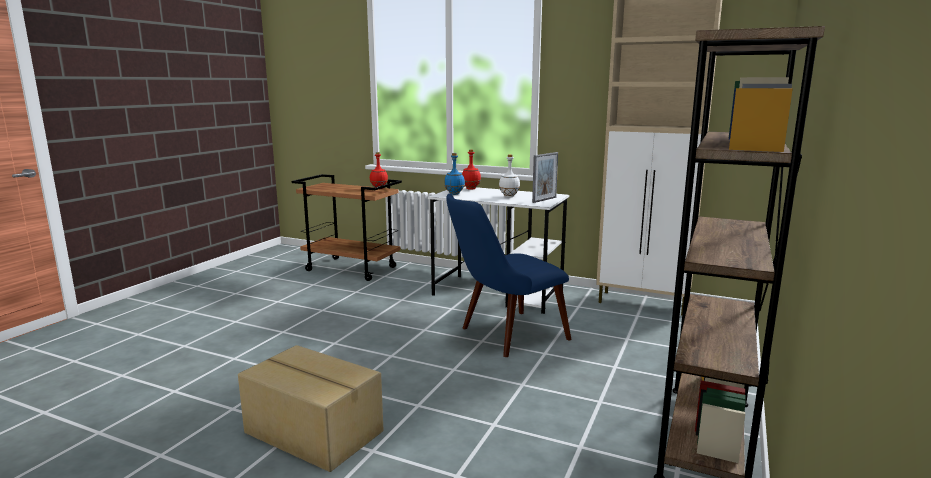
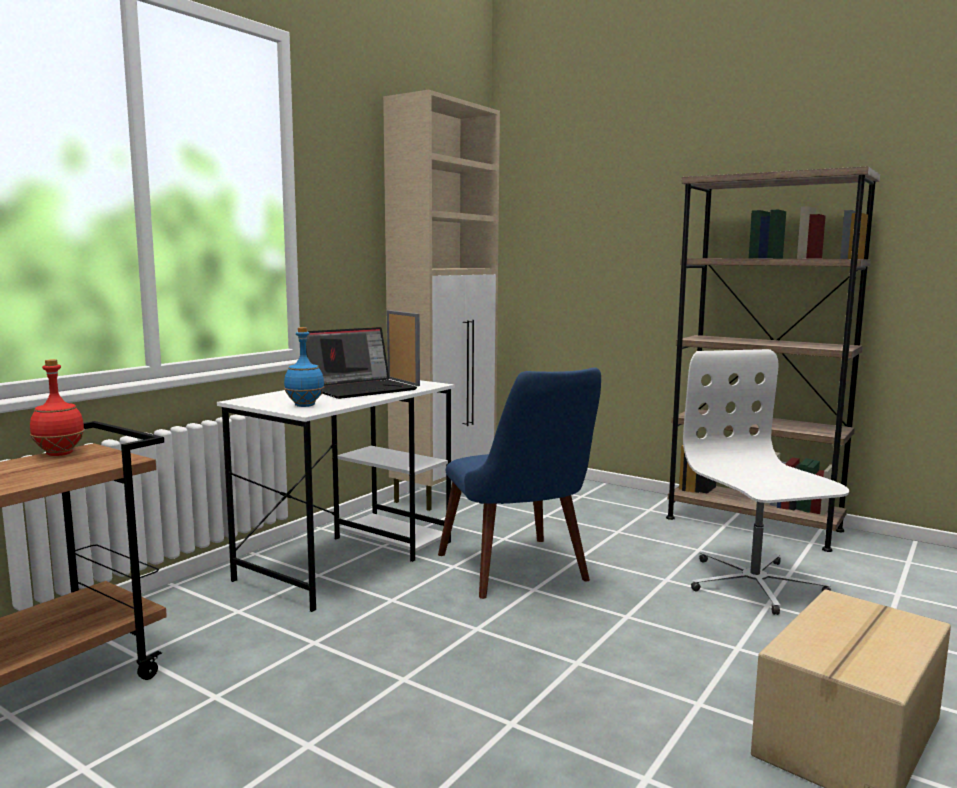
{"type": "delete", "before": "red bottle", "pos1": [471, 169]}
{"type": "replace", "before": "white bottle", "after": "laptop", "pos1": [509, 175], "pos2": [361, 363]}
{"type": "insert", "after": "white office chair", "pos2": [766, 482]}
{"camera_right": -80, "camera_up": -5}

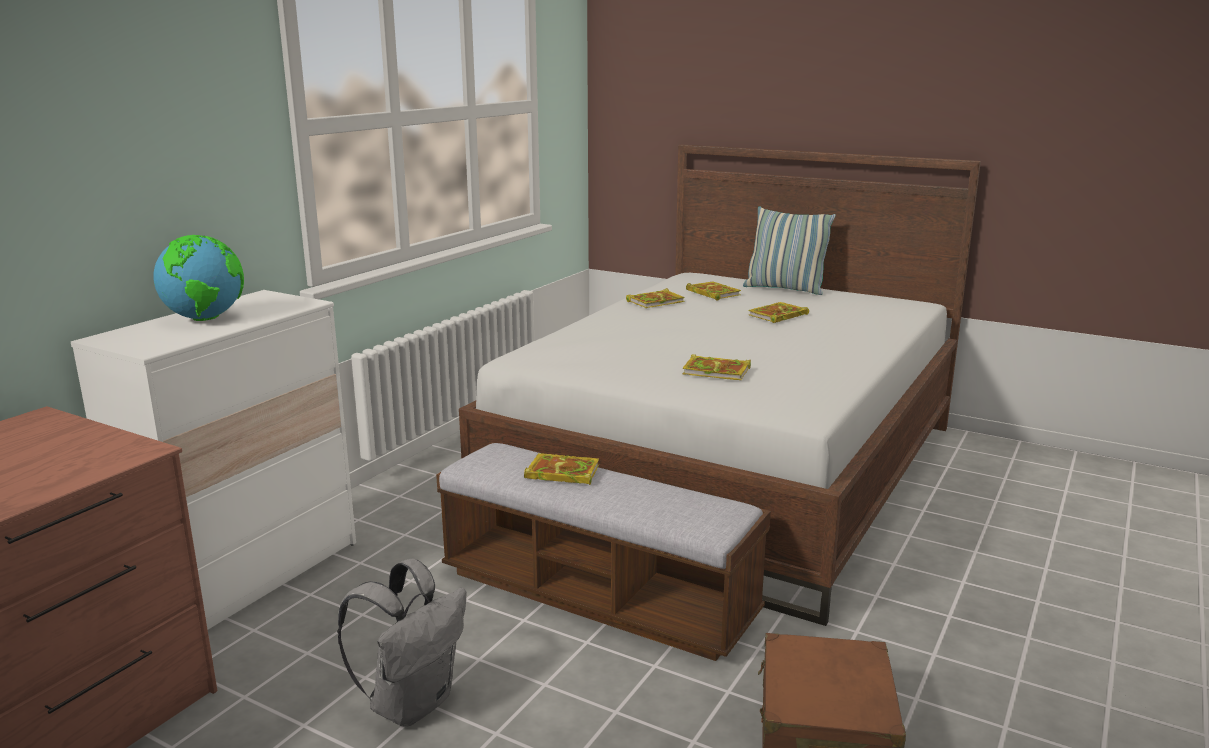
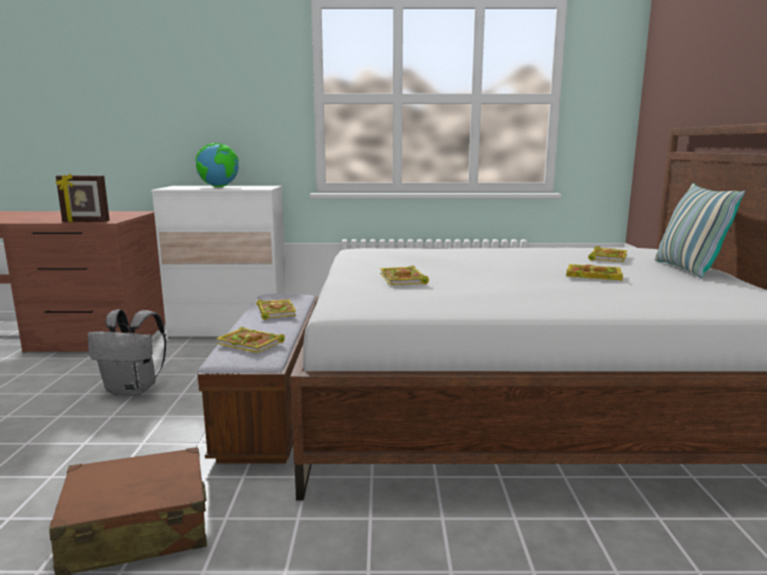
{"type": "move", "before": "book", "pos1": [655, 298], "pos2": [250, 340]}
{"type": "insert", "after": "picture frame", "pos2": [83, 198]}
{"camera_right": 60, "camera_up": -5}

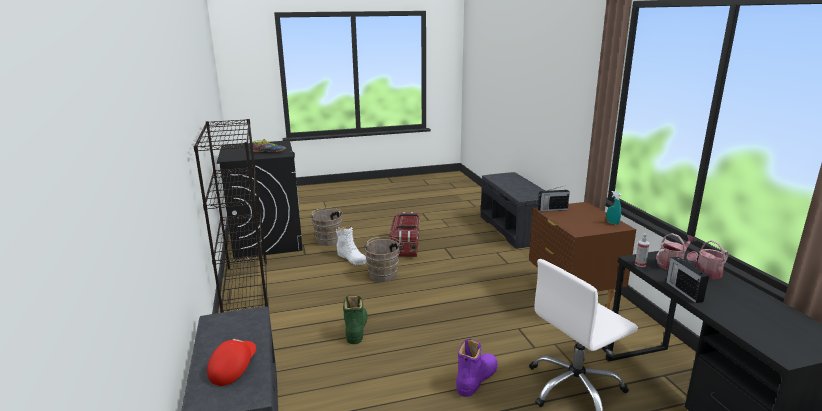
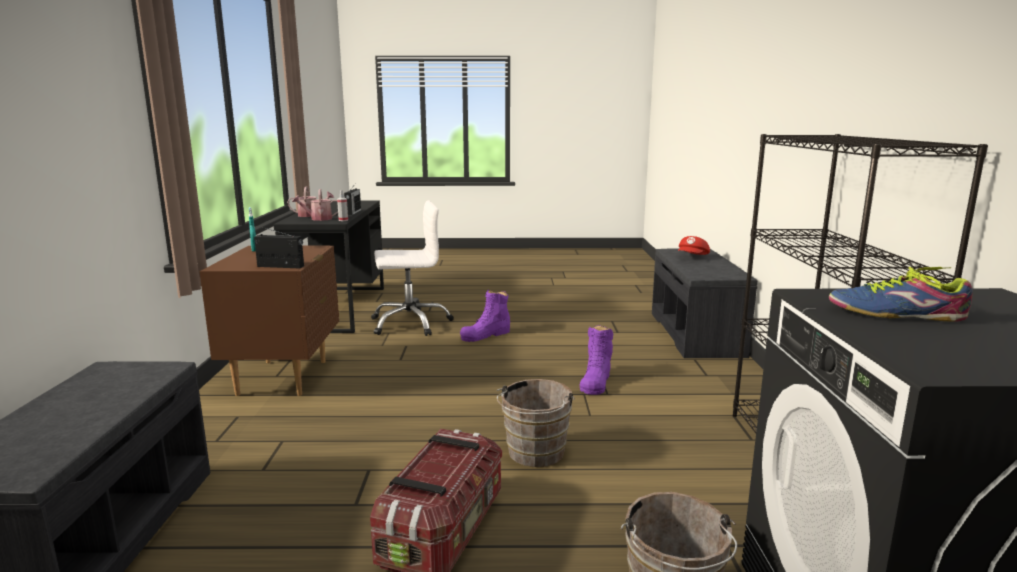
{"type": "delete", "before": "white boot", "pos1": [351, 245]}
{"type": "recolor", "before": "green boot", "after": "purple boot", "pos1": [355, 319], "pos2": [596, 360]}
{"camera_right": -165, "camera_up": -5}

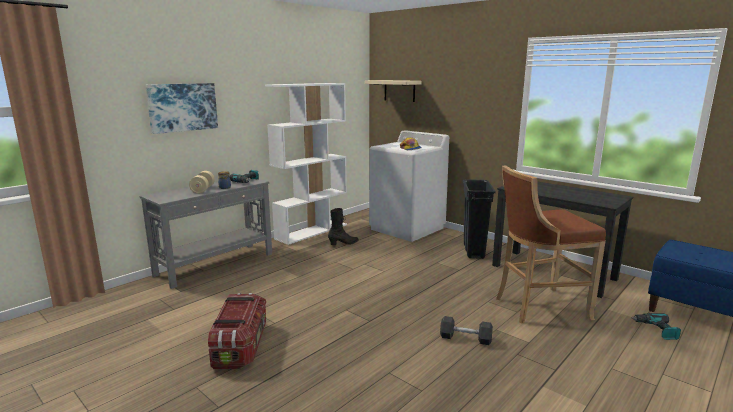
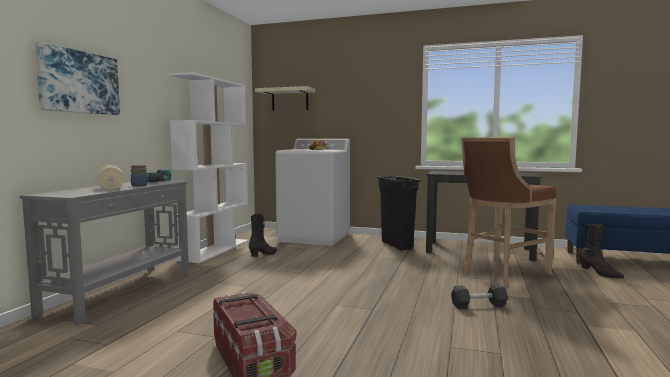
{"type": "replace", "before": "power drill", "after": "black boot", "pos1": [656, 326], "pos2": [601, 251]}
{"camera_right": -25, "camera_up": -10}

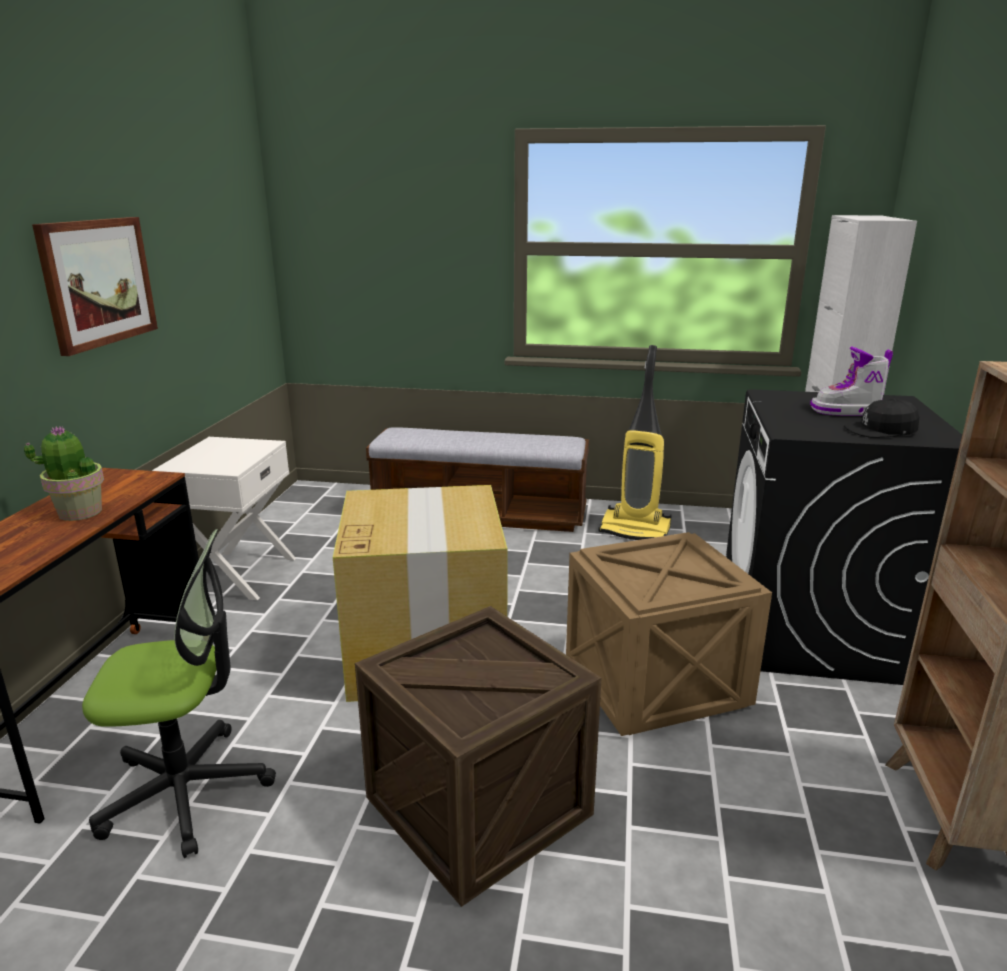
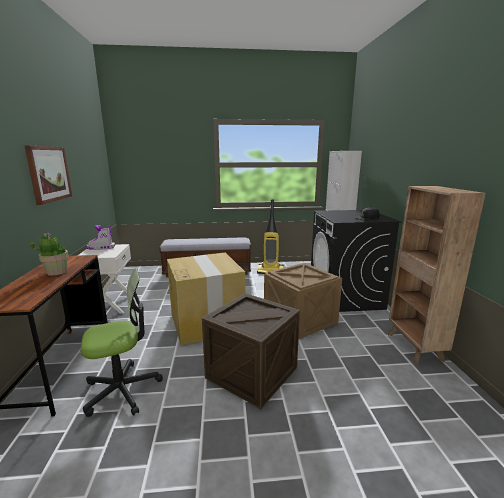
{"type": "move", "before": "boot", "pos1": [851, 381], "pos2": [100, 237]}
{"camera_right": -15, "camera_up": -5}

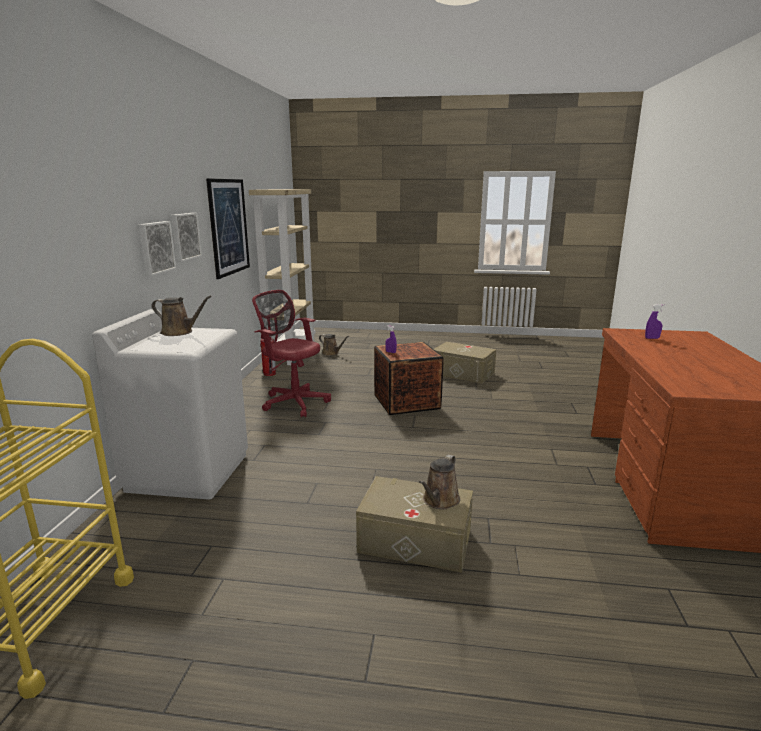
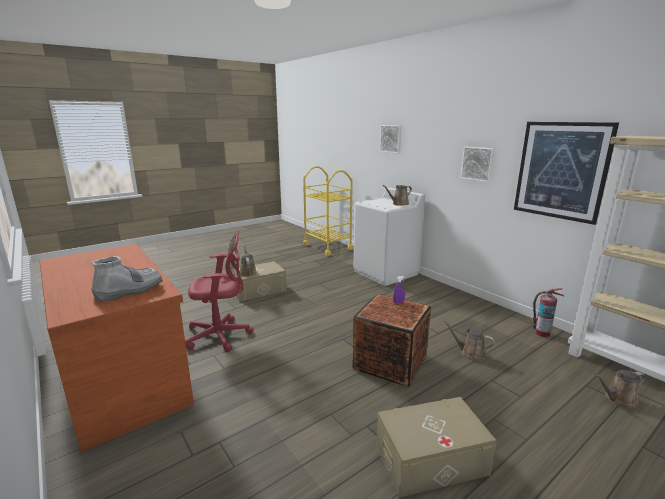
{"type": "move", "before": "picture", "pos1": [157, 248], "pos2": [391, 139]}
{"type": "move", "before": "red office chair", "pos1": [291, 353], "pos2": [219, 291]}
{"type": "replace", "before": "purple spray bottle", "after": "grey boot", "pos1": [654, 321], "pos2": [127, 279]}
{"type": "insert", "after": "brown watering can", "pos2": [469, 340]}
{"camera_right": 135, "camera_up": 0}

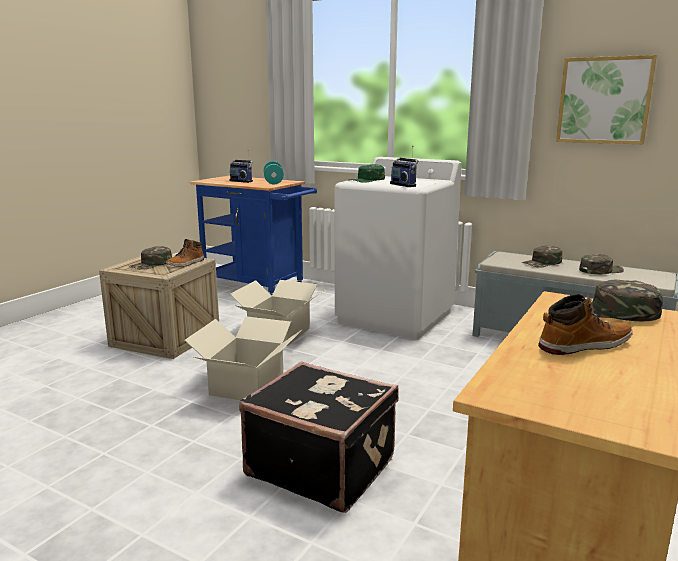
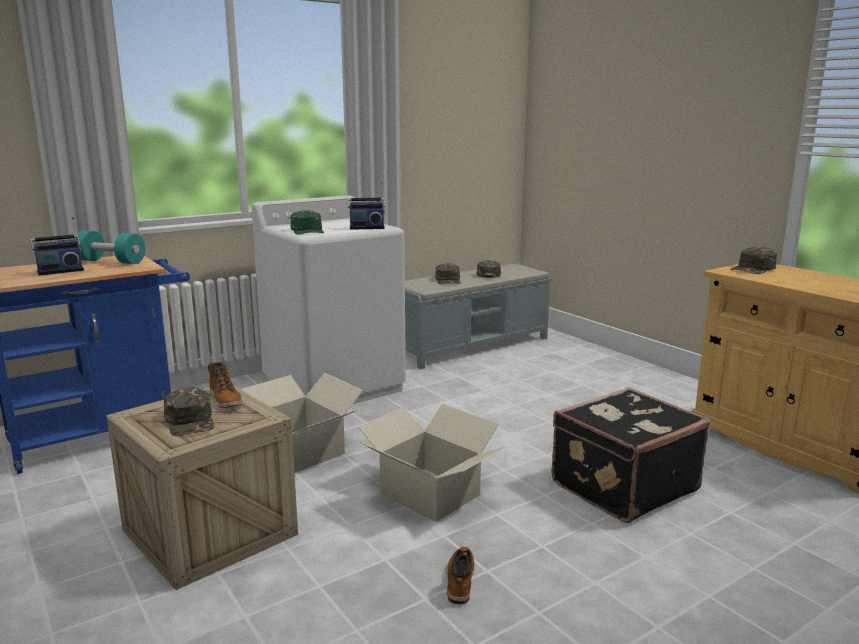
{"type": "move", "before": "boot", "pos1": [585, 324], "pos2": [460, 576]}
{"type": "delete", "before": "picture", "pos1": [606, 99]}
{"camera_right": -65, "camera_up": 0}

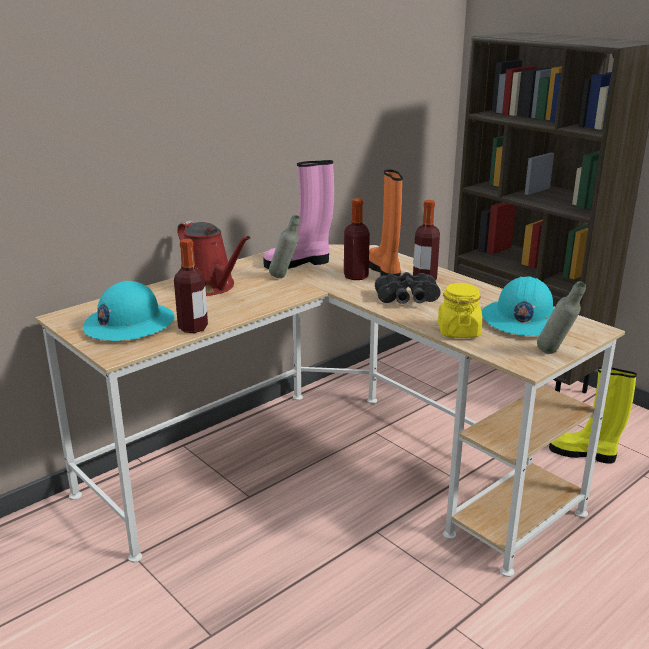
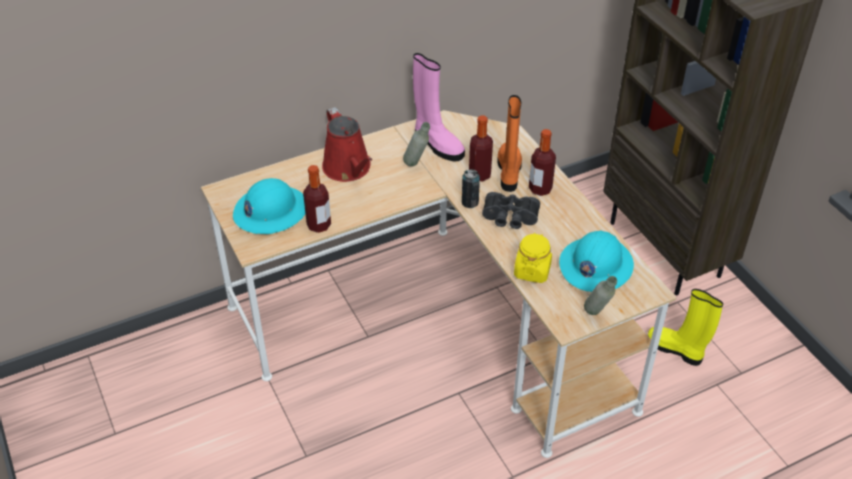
{"type": "rotate", "before": "pink boot", "pos1": [298, 214], "pos2": [439, 107], "turn": -135}
{"type": "insert", "after": "can", "pos2": [471, 188]}
{"camera_right": 15, "camera_up": 20}

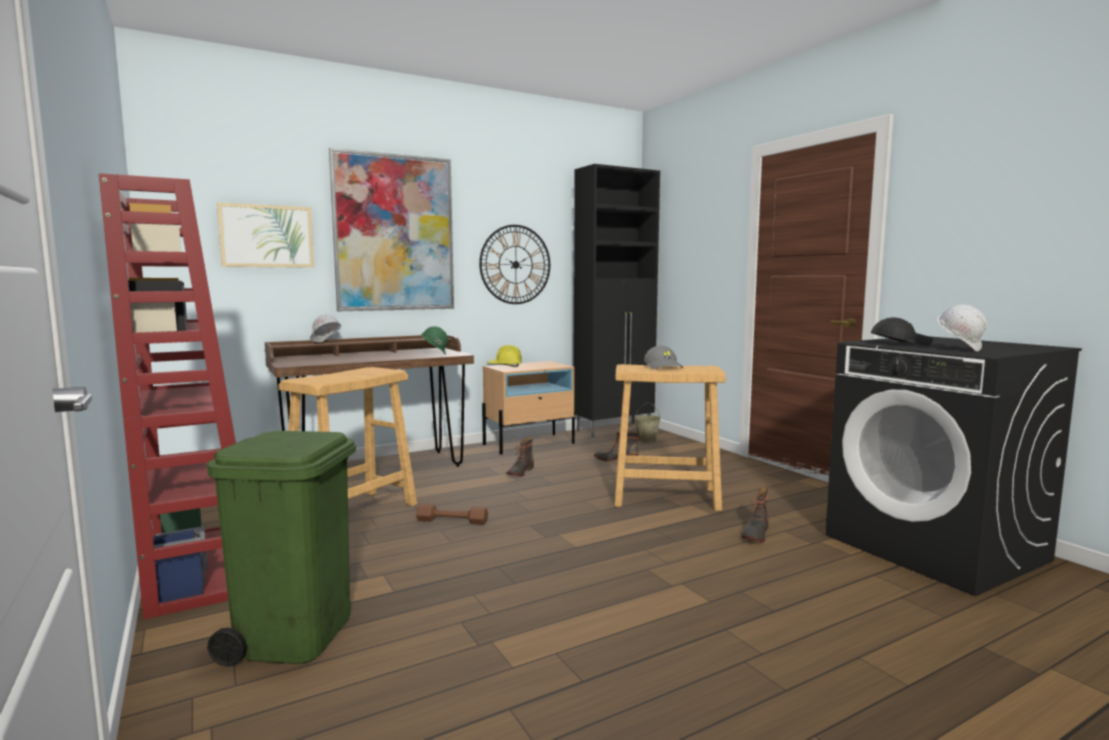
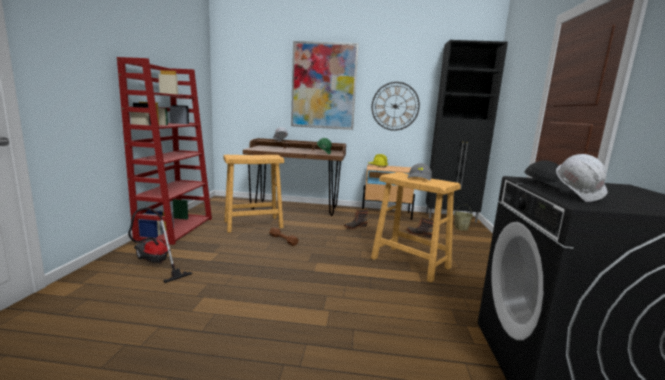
{"type": "replace", "before": "green trash can", "after": "vacuum cleaner", "pos1": [281, 548], "pos2": [160, 245]}
{"type": "delete", "before": "picture", "pos1": [265, 235]}
{"type": "delete", "before": "boot", "pos1": [754, 514]}
{"camera_right": 35, "camera_up": 5}

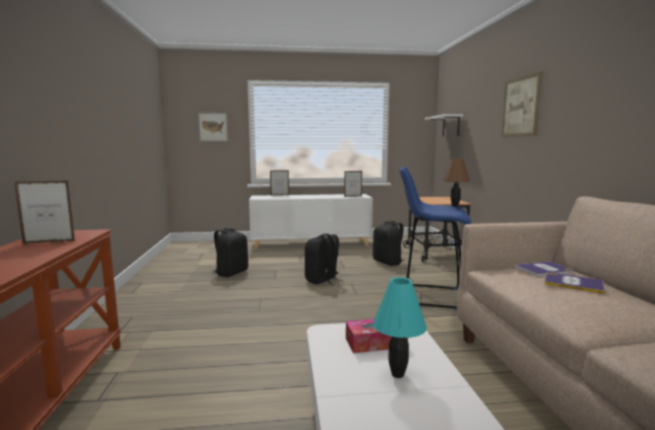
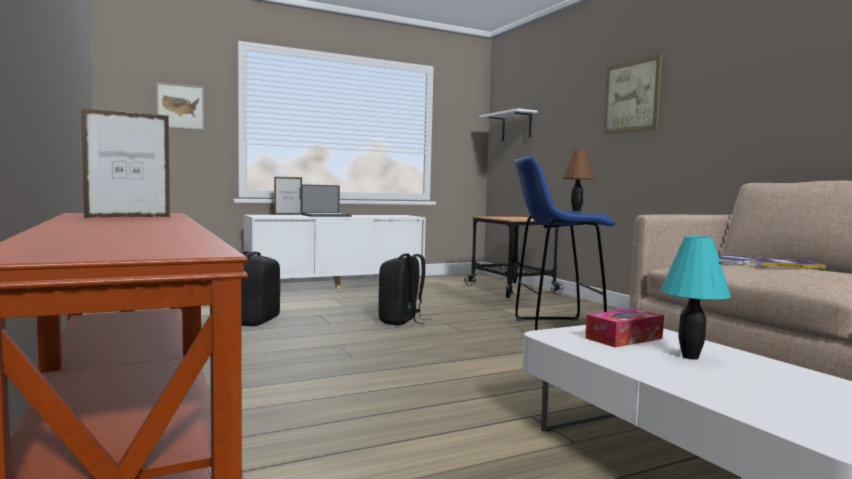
{"type": "delete", "before": "picture frame", "pos1": [353, 184]}
{"type": "delete", "before": "black backpack", "pos1": [388, 243]}
{"type": "insert", "after": "laptop", "pos2": [326, 200]}
{"camera_right": -20, "camera_up": -5}

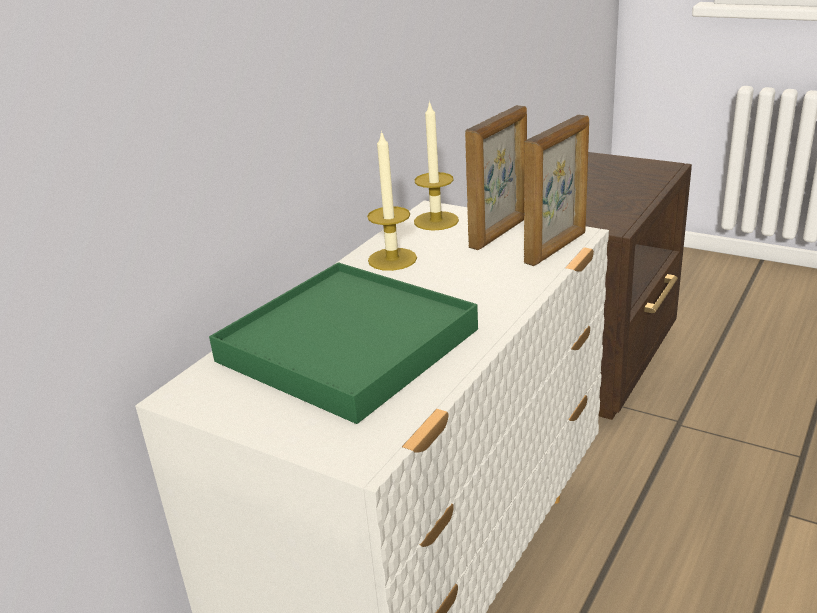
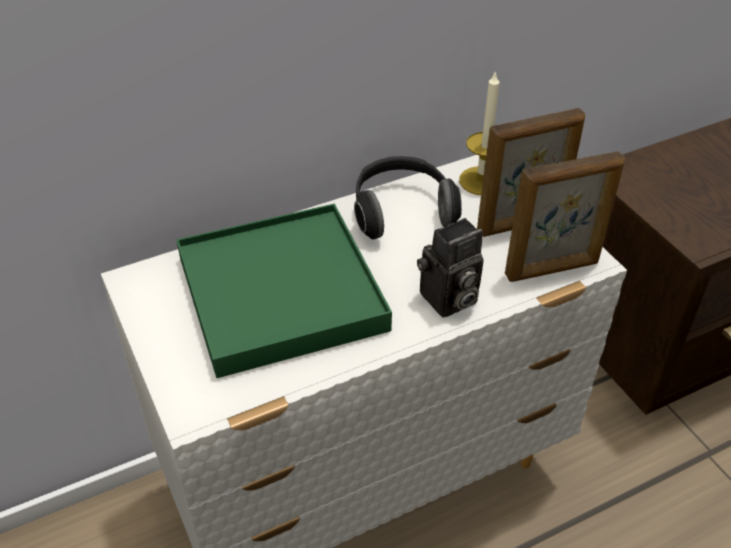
{"type": "replace", "before": "candle", "after": "headphones", "pos1": [392, 200], "pos2": [408, 198]}
{"type": "insert", "after": "photo camera", "pos2": [450, 268]}
{"camera_right": 30, "camera_up": 15}

